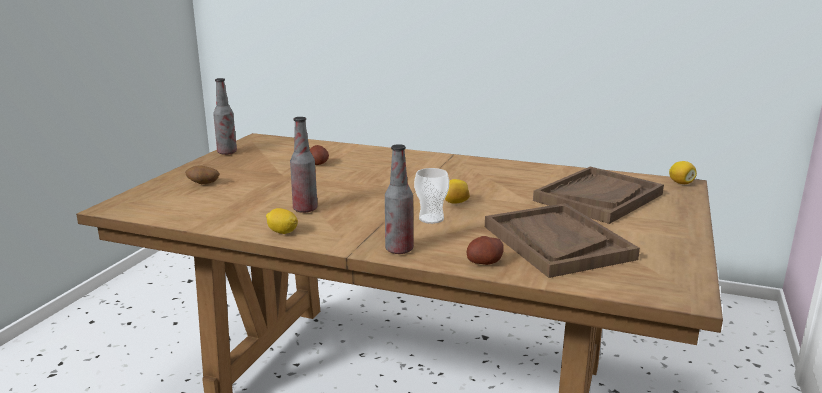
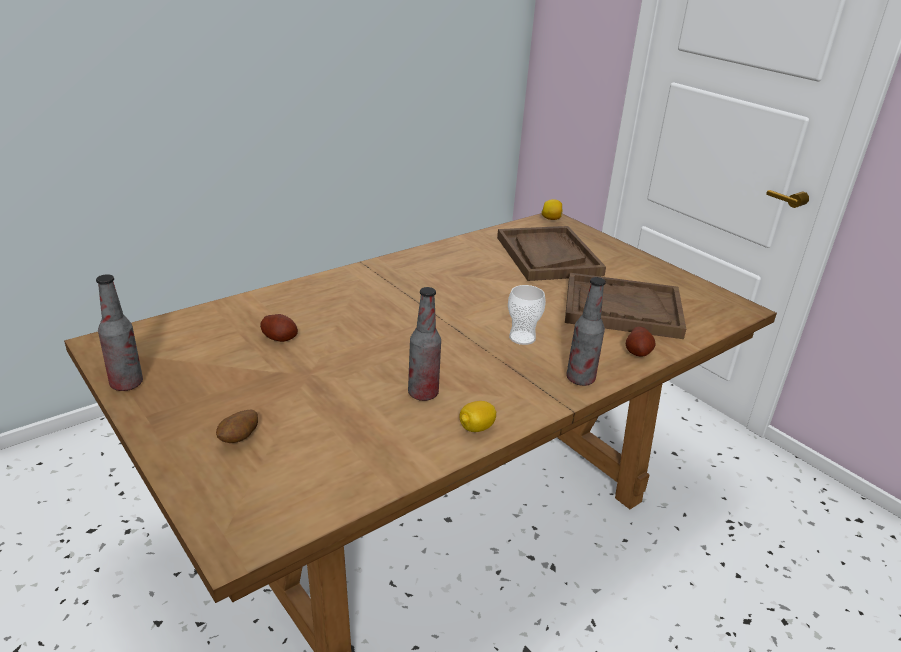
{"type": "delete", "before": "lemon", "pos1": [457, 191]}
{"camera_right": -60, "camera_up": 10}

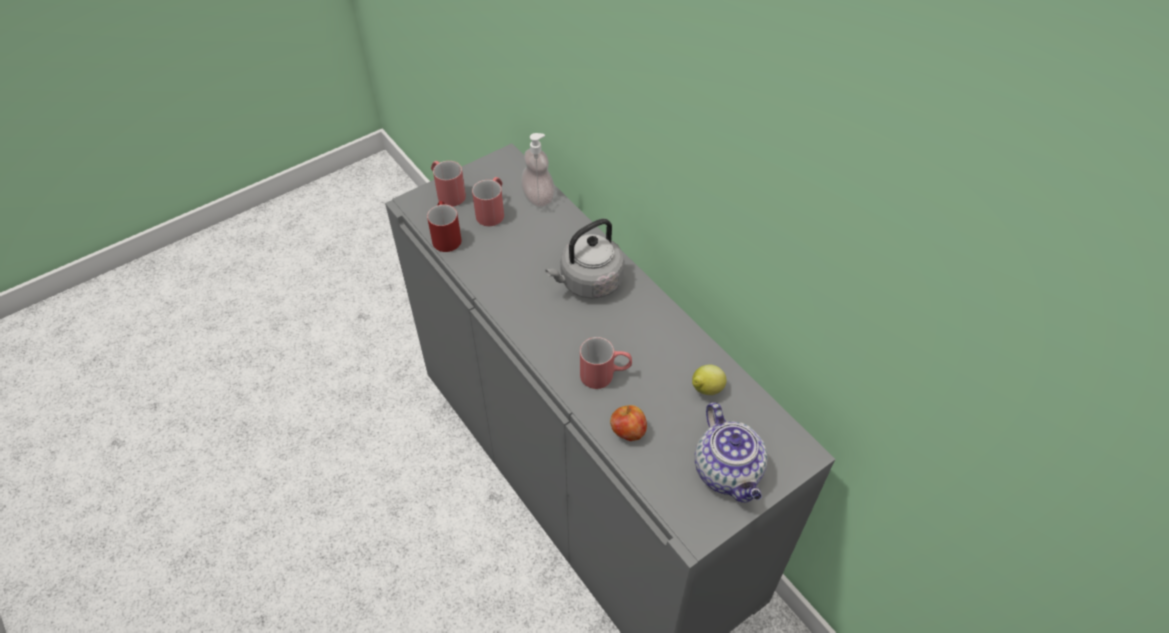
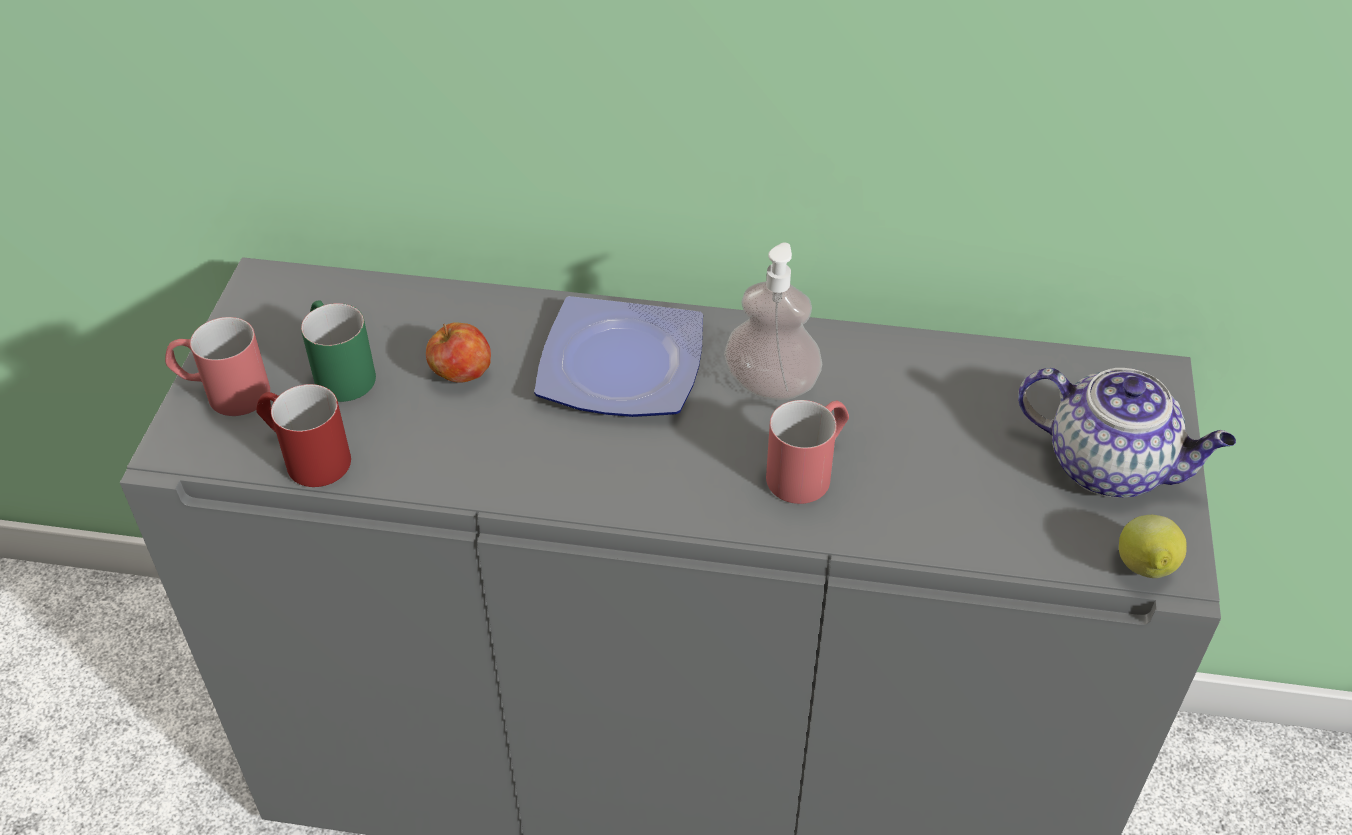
{"type": "recolor", "before": "red mug", "after": "green mug", "pos1": [488, 201], "pos2": [338, 351]}
{"type": "move", "before": "soap dispenser", "pos1": [538, 170], "pos2": [773, 321]}
{"type": "replace", "before": "grey kettle", "after": "plate", "pos1": [585, 259], "pos2": [618, 356]}
{"type": "move", "before": "apple", "pos1": [628, 423], "pos2": [458, 352]}
{"type": "move", "before": "lemon", "pos1": [709, 380], "pos2": [1153, 546]}
{"camera_right": -45, "camera_up": -5}

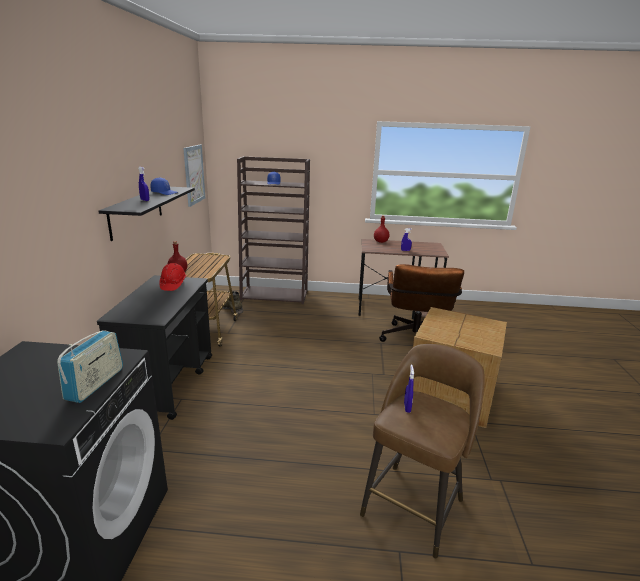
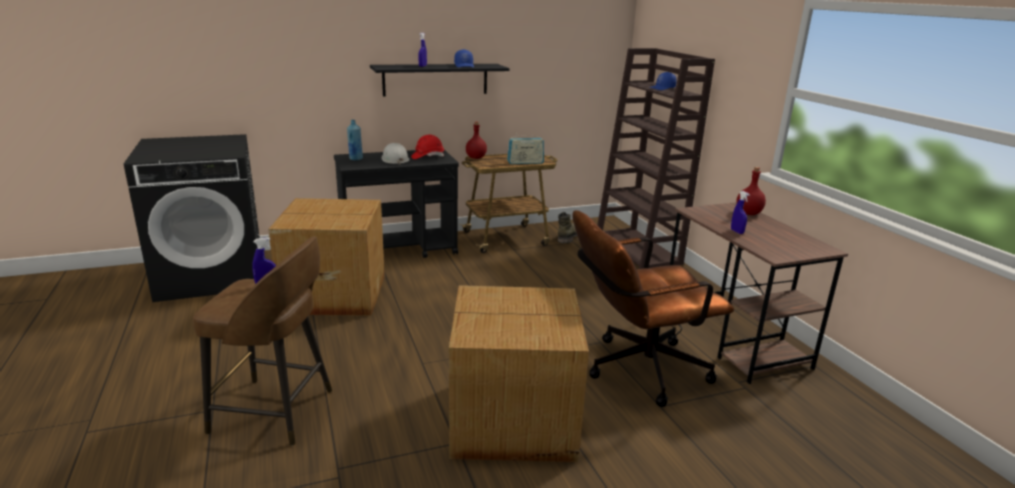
{"type": "move", "before": "radio", "pos1": [90, 366], "pos2": [525, 148]}
{"type": "delete", "before": "picture", "pos1": [194, 176]}
{"type": "insert", "after": "cardboard box", "pos2": [326, 257]}
{"type": "insert", "after": "blue bottle", "pos2": [355, 140]}
{"type": "insert", "after": "white hard hat", "pos2": [395, 154]}
{"camera_right": 65, "camera_up": 0}

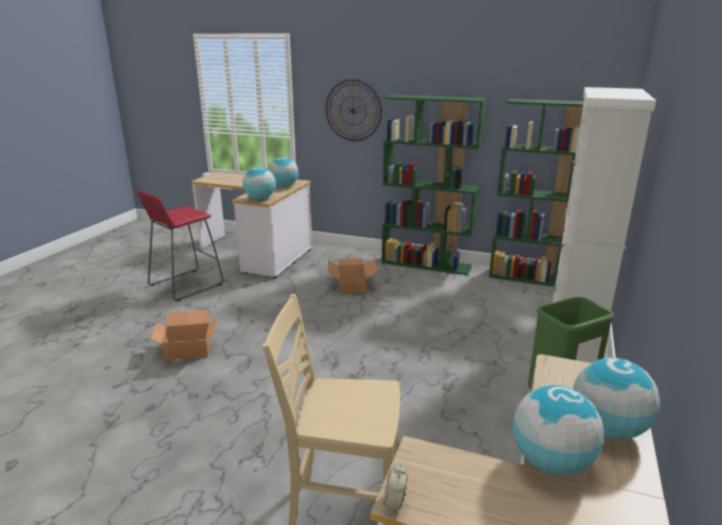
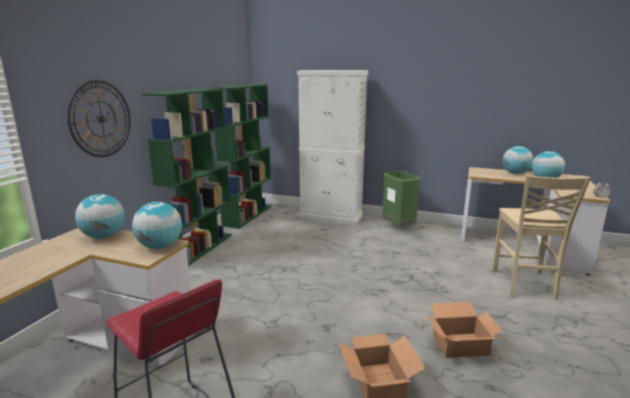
{"type": "move", "before": "cardboard box", "pos1": [353, 276], "pos2": [464, 330]}
{"camera_right": -90, "camera_up": -5}

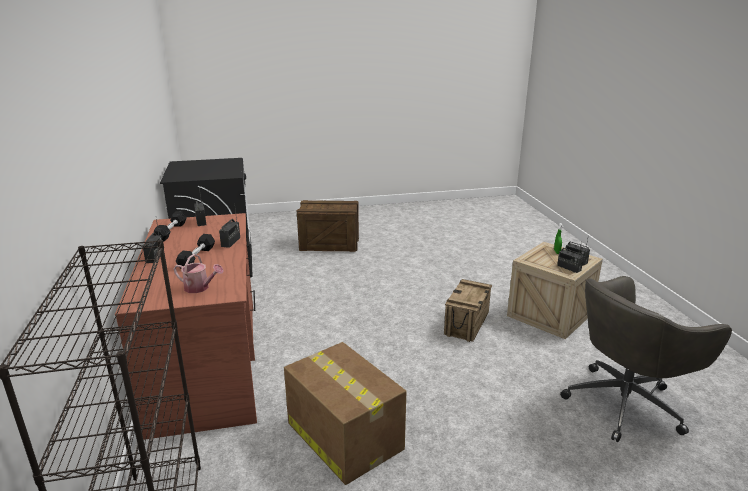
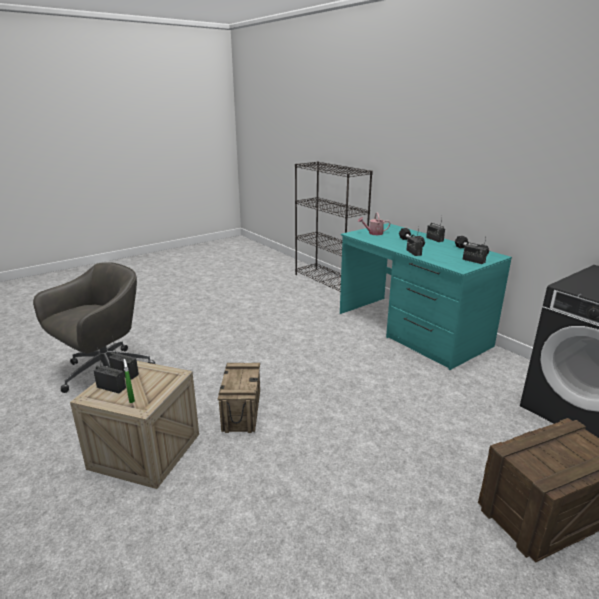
{"type": "recolor", "before": "brown desk", "after": "turquoise desk", "pos1": [186, 326], "pos2": [426, 296]}
{"type": "delete", "before": "cardboard box", "pos1": [345, 413]}
{"camera_right": 155, "camera_up": 0}

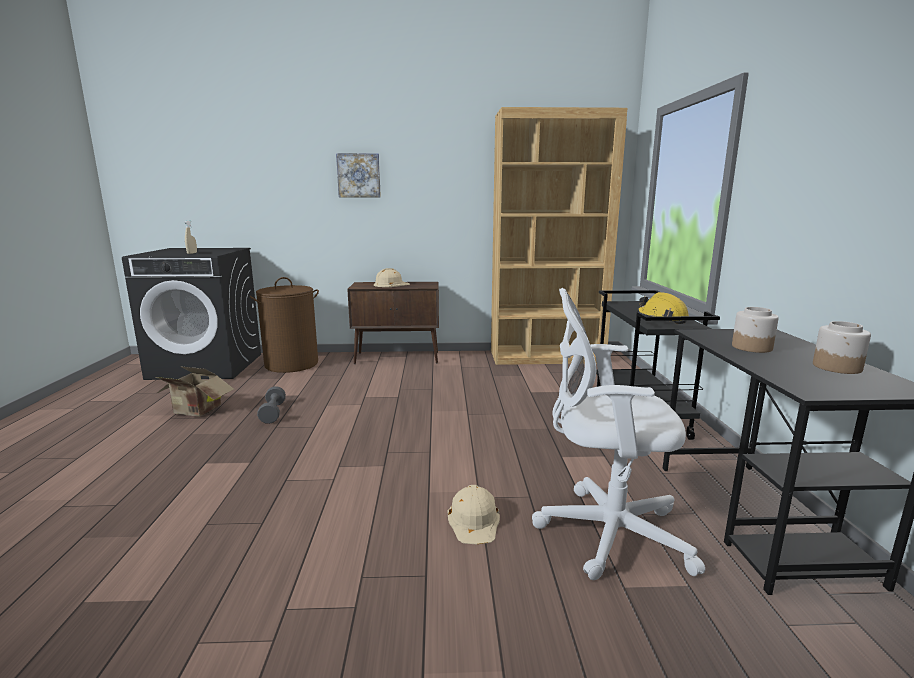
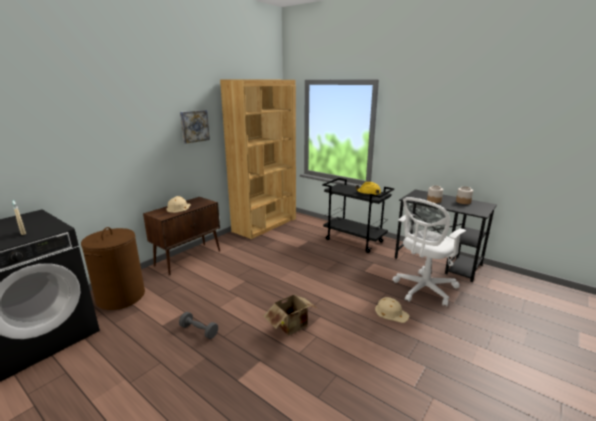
{"type": "move", "before": "cardboard box", "pos1": [195, 391], "pos2": [290, 315]}
{"type": "move", "before": "picture", "pos1": [358, 175], "pos2": [195, 127]}
{"camera_right": -50, "camera_up": 5}

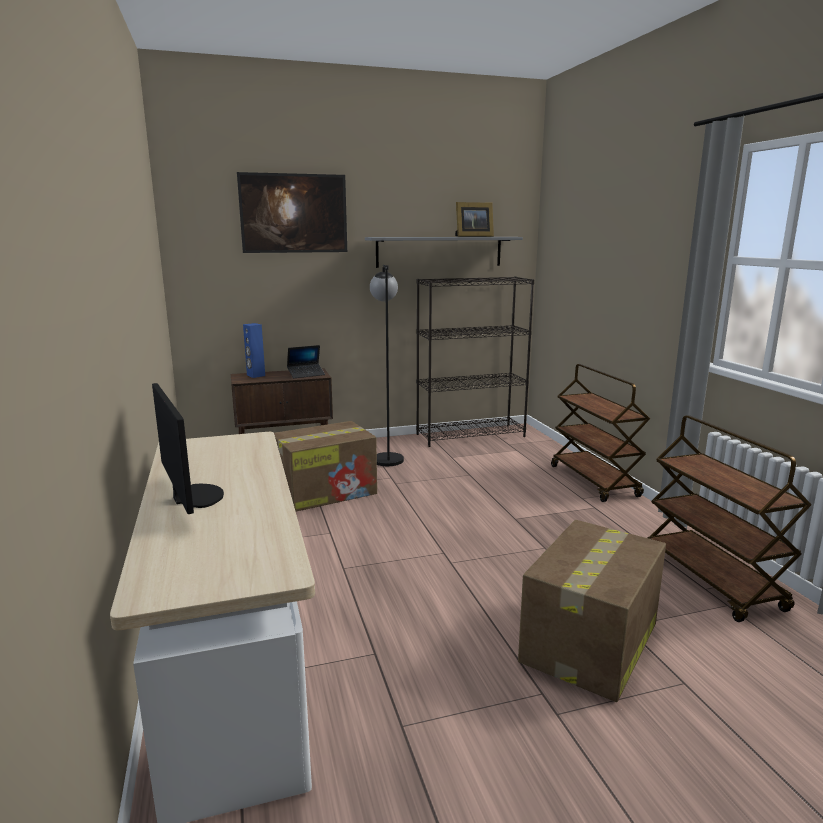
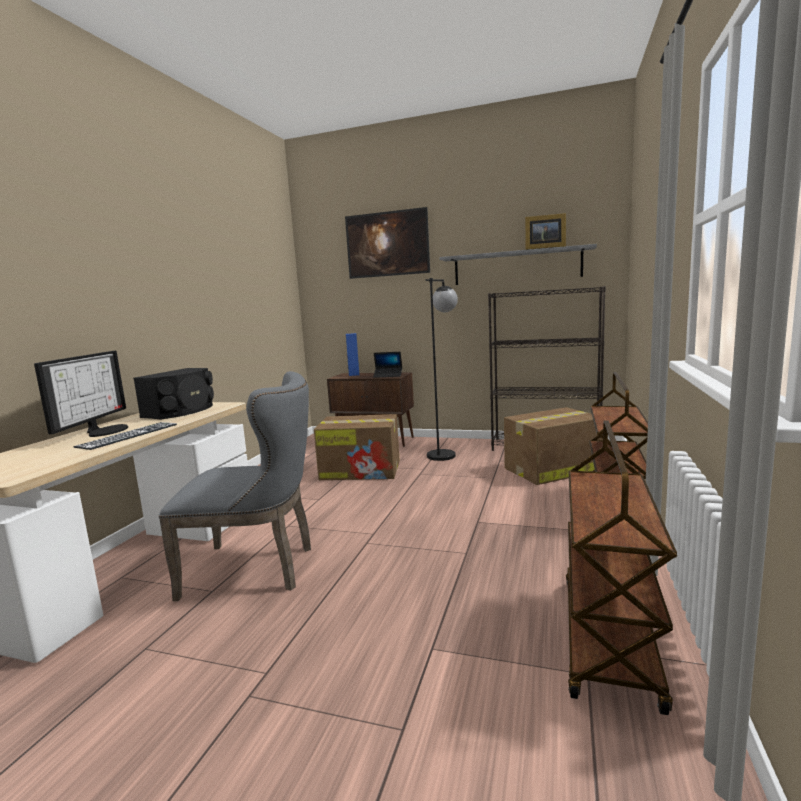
{"type": "move", "before": "cardboard box", "pos1": [592, 611], "pos2": [553, 446]}
{"type": "insert", "after": "keyboard", "pos2": [125, 436]}
{"type": "insert", "after": "black speaker", "pos2": [173, 393]}
{"type": "insert", "after": "grey chair", "pos2": [235, 486]}
{"camera_right": 35, "camera_up": -5}

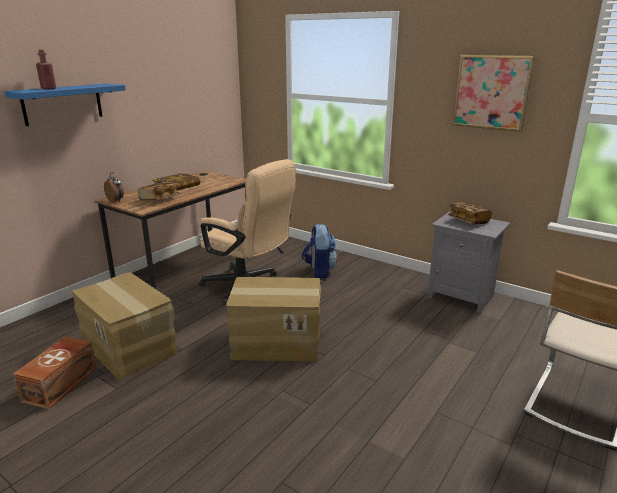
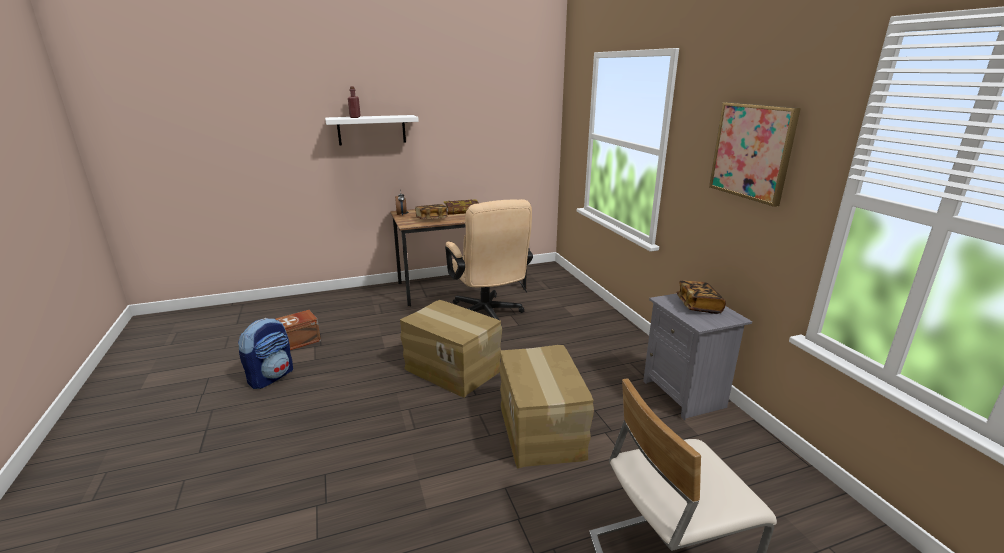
{"type": "recolor", "before": "blue shelf", "after": "white shelf", "pos1": [65, 104], "pos2": [372, 130]}
{"type": "move", "before": "cardboard box", "pos1": [125, 326], "pos2": [547, 407]}
{"type": "move", "before": "backpack", "pos1": [319, 251], "pos2": [265, 353]}
{"camera_right": 35, "camera_up": 0}

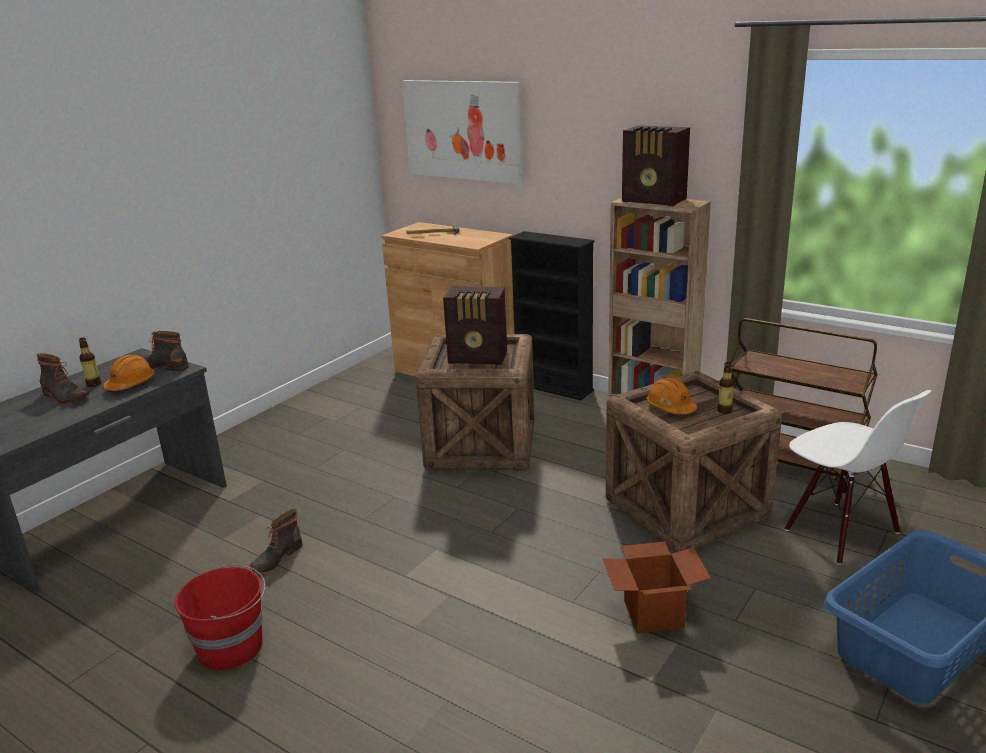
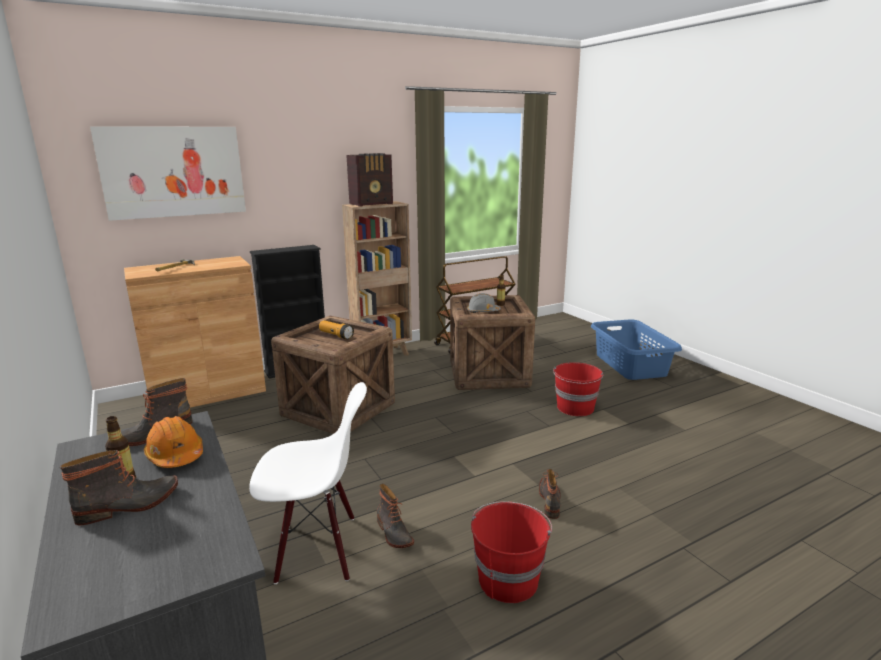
{"type": "replace", "before": "radio", "after": "flashlight", "pos1": [475, 325], "pos2": [336, 330]}
{"type": "replace", "before": "cardboard box", "after": "red bucket", "pos1": [657, 587], "pos2": [578, 389]}
{"type": "recolor", "before": "orange hard hat", "after": "grey hard hat", "pos1": [671, 396], "pos2": [484, 303]}
{"type": "move", "before": "white chair", "pos1": [858, 477], "pos2": [308, 483]}
{"type": "insert", "after": "boot", "pos2": [550, 494]}
{"camera_right": -65, "camera_up": -5}

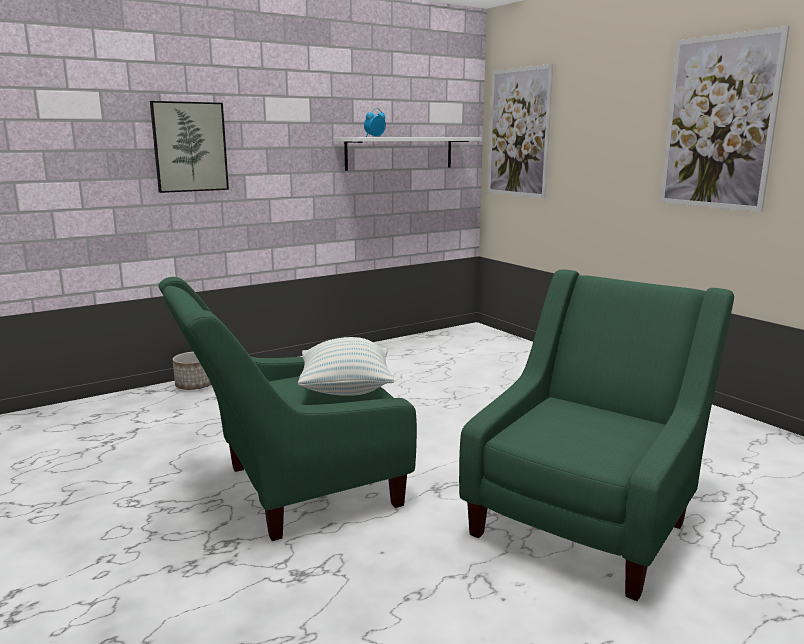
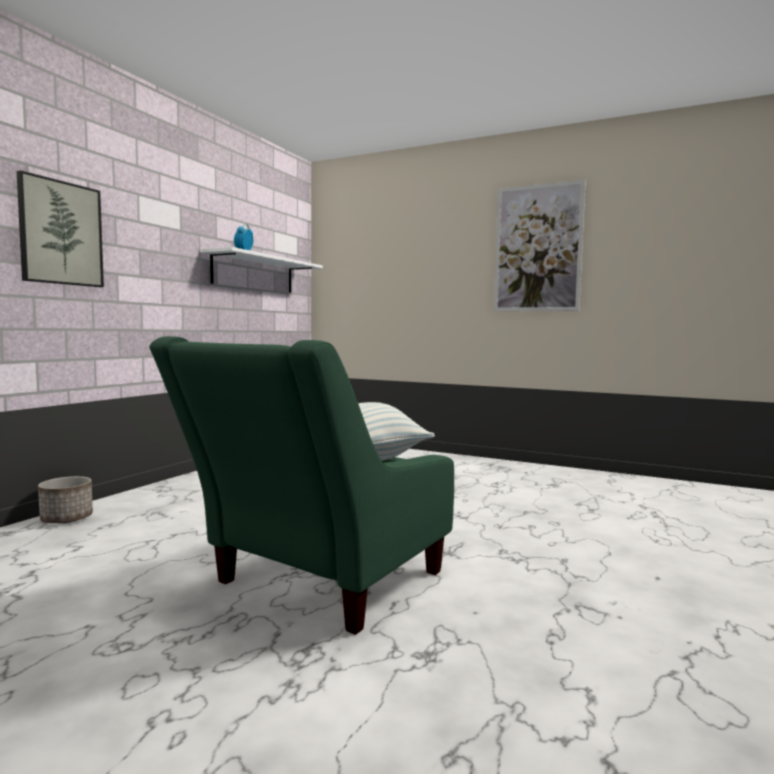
{"type": "delete", "before": "green armchair", "pos1": [596, 435]}
{"type": "delete", "before": "picture", "pos1": [520, 131]}
{"camera_right": -30, "camera_up": -10}

